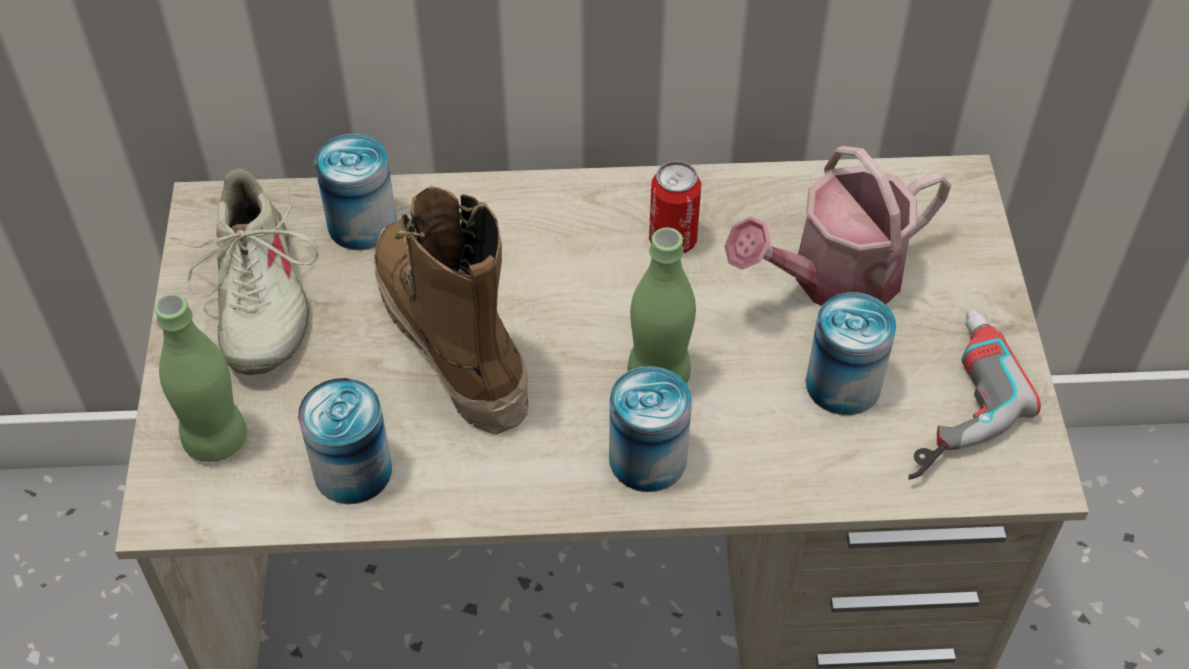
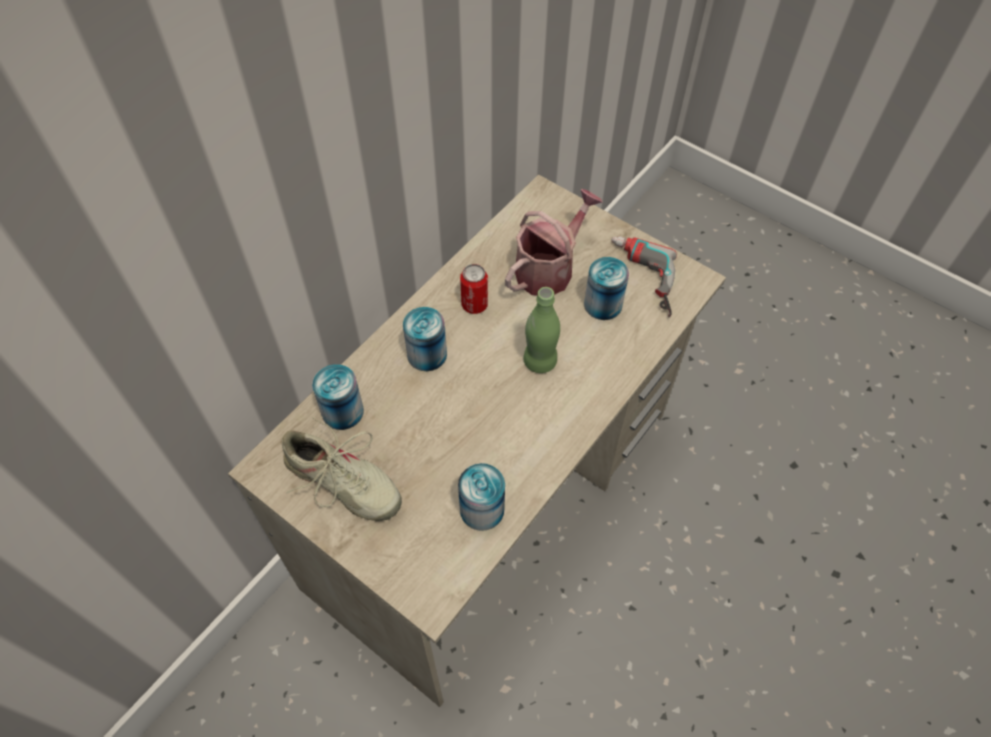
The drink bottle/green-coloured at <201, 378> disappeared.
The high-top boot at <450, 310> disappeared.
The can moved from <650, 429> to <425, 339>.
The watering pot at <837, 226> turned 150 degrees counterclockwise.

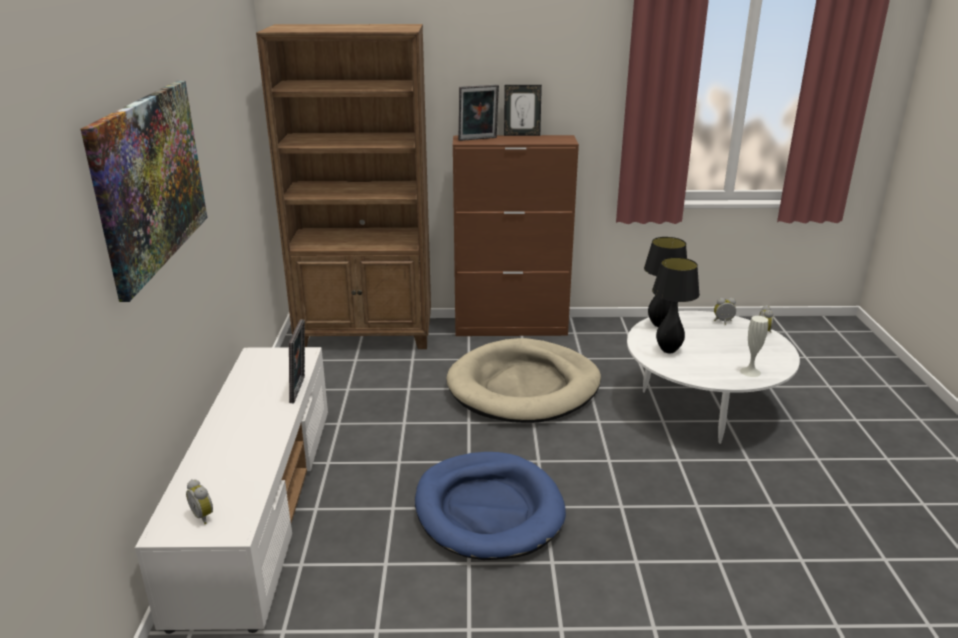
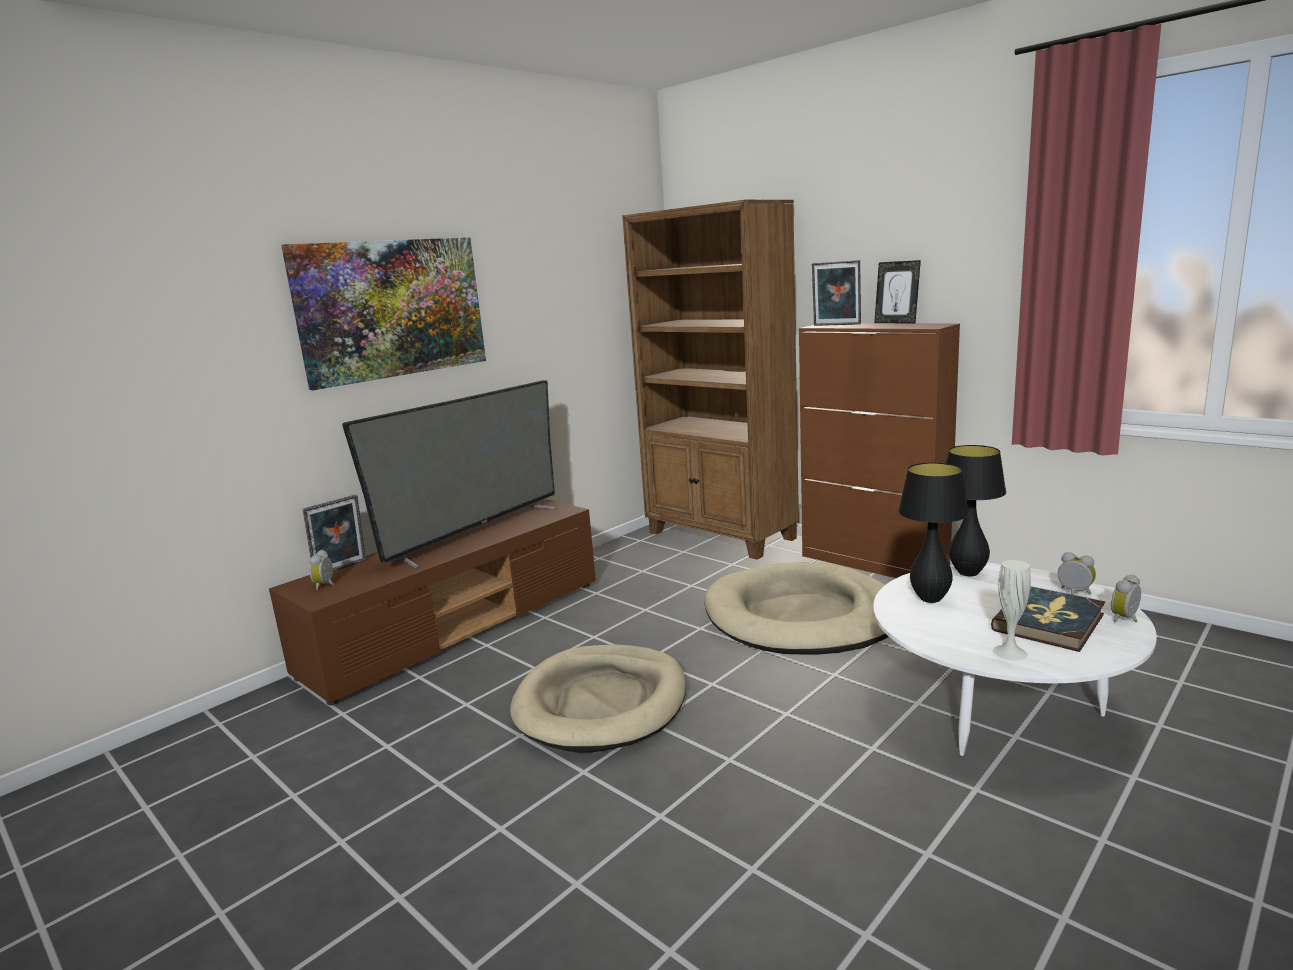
The television at <449, 474> appeared.
The bound book at <1048, 619> appeared.
The standing frame moved from <297, 361> to <334, 533>.
The tv stand/white-coloured at <231, 490> became the tv stand/brown-coloured at <432, 602>.
The dog cushion/blue-coloured at <490, 506> became the dog cushion/beige-coloured at <598, 698>.

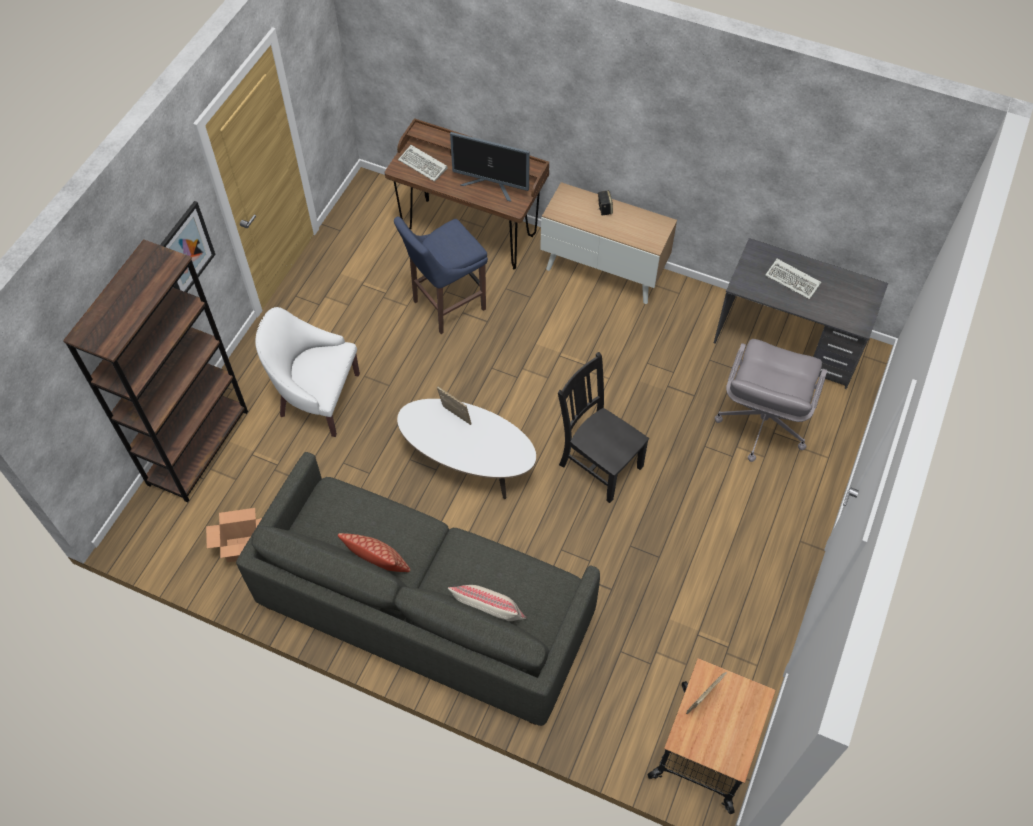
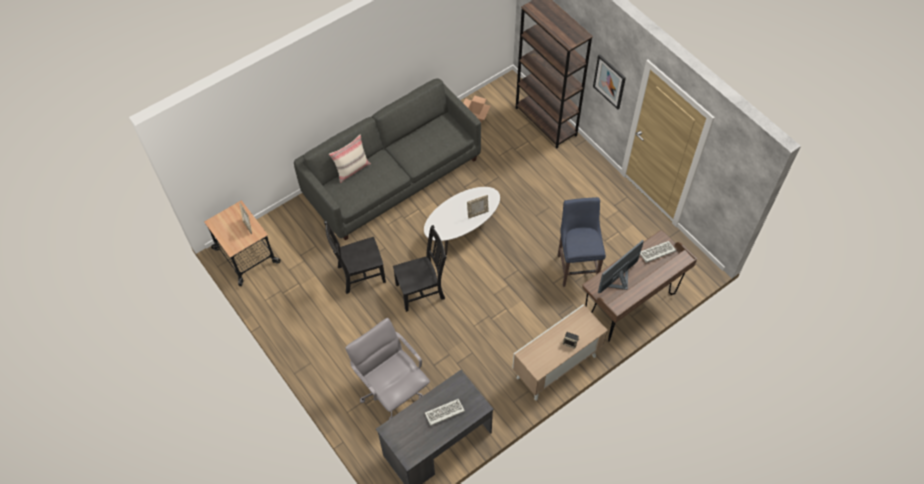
The lounge chair/white-coloured at <307, 372> disappeared.
The cushion at <374, 552> disappeared.
The chair/black at <355, 257> appeared.

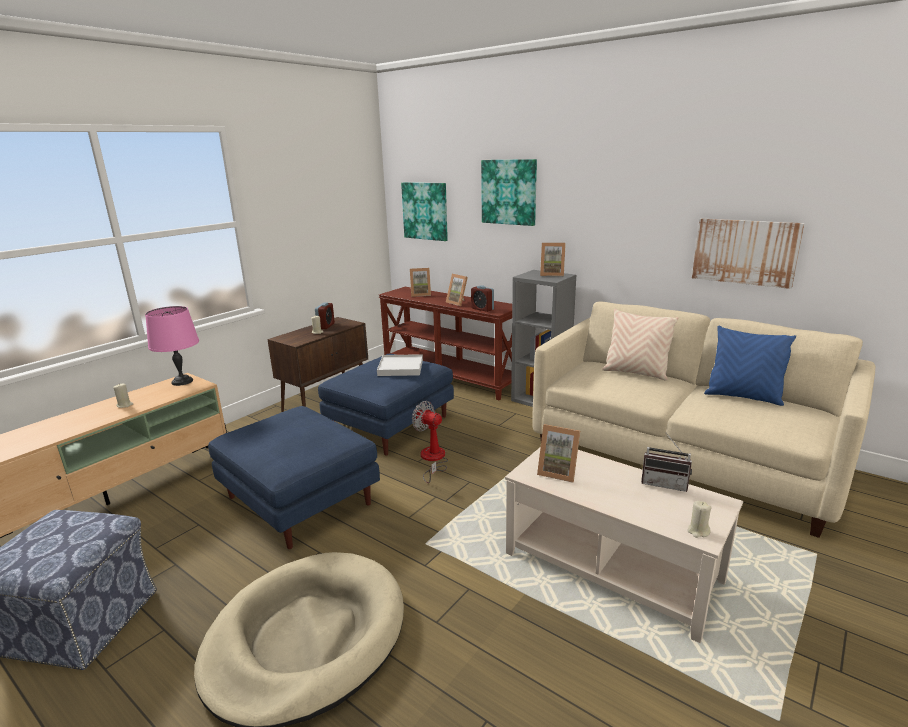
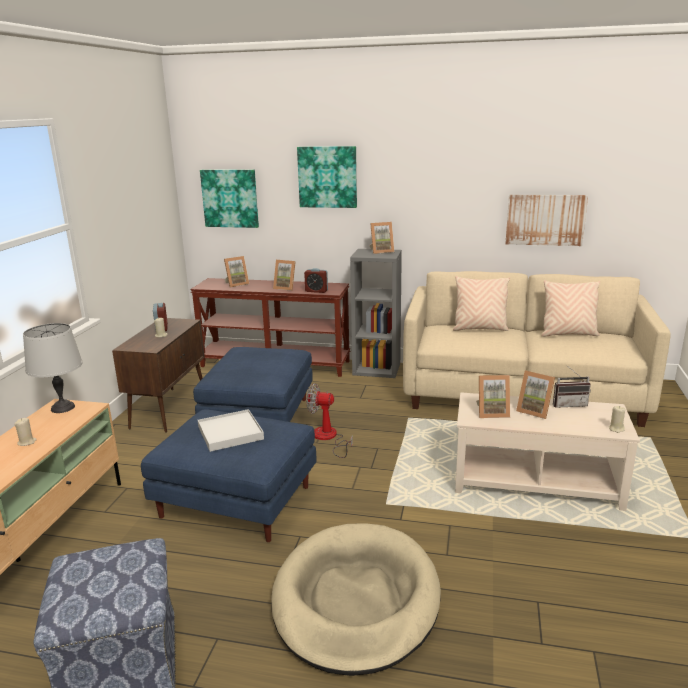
The standing frame at <535, 394> appeared.
The serving tray/white-coloured moved from <400, 365> to <231, 430>.
The tabletop lamp/pink-coloured at <172, 346> became the tabletop lamp/greyish at <53, 368>.
The cushion/blue-coloured at <750, 366> became the cushion/beige-coloured at <571, 308>.

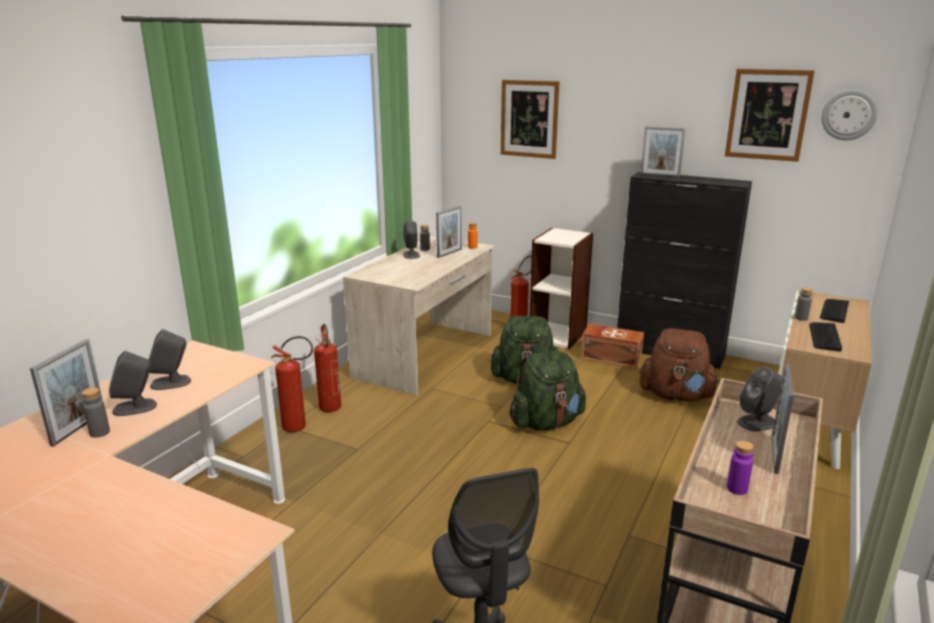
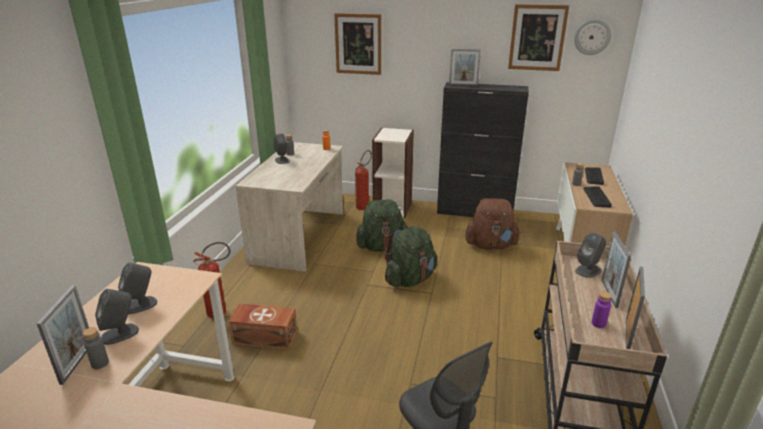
The fire extinguisher at <327, 368> disappeared.
The standing frame moved from <449, 232> to <635, 307>.
The storage bin/brown-coloured moved from <612, 346> to <262, 326>.

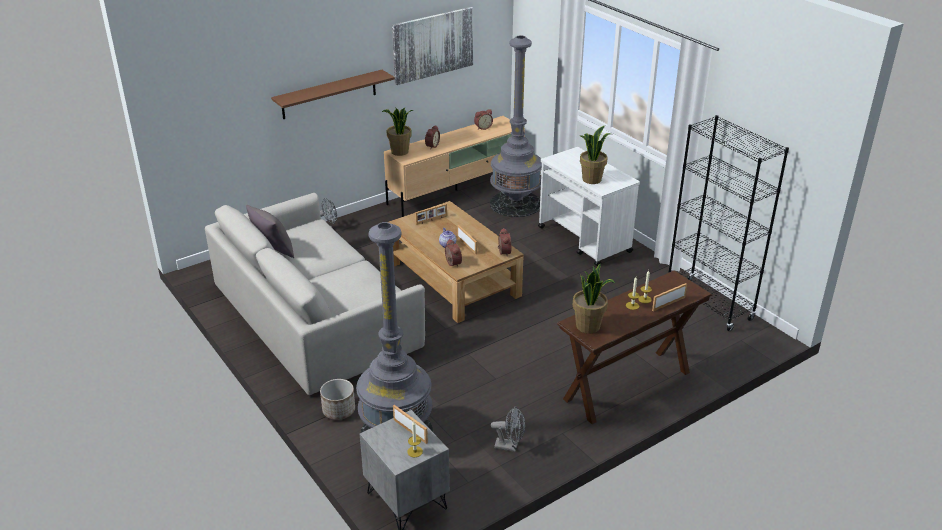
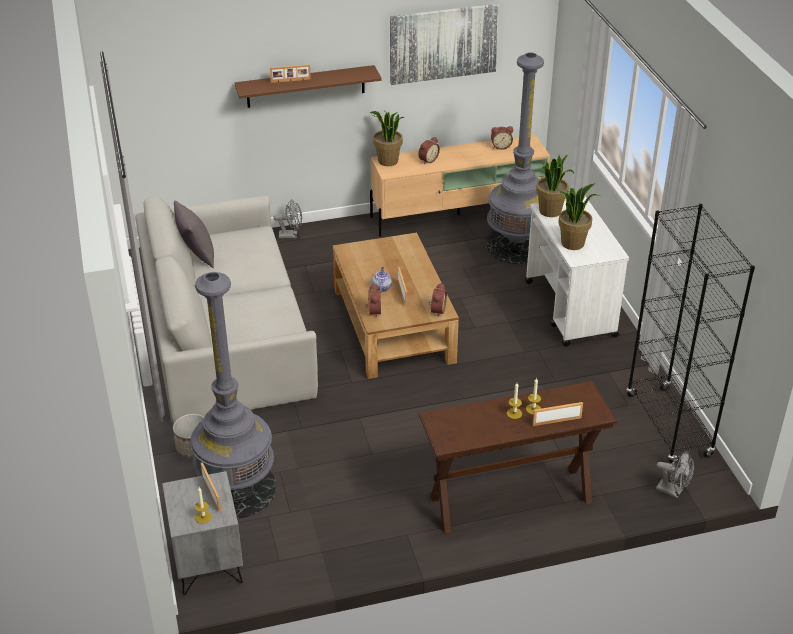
The standing frame moved from <431, 214> to <290, 73>.
The electric fan/greyish moved from <508, 429> to <675, 475>.
The houseplant moved from <594, 299> to <555, 186>.

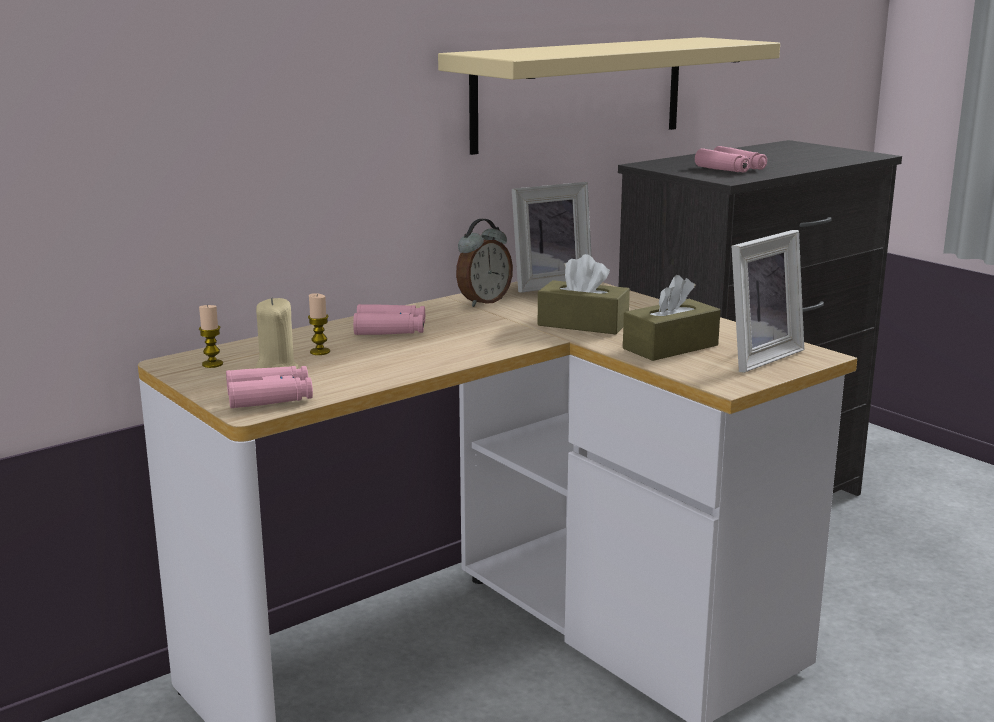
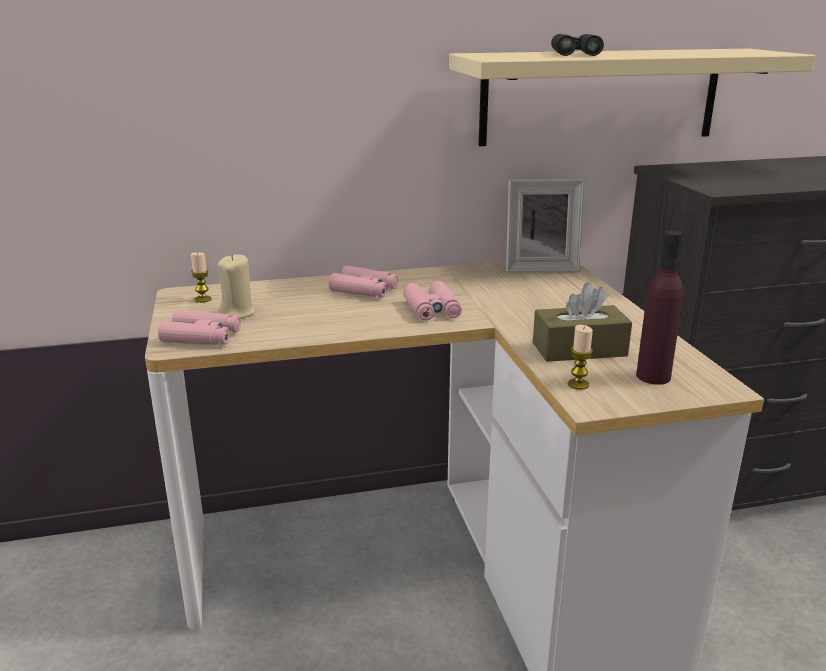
The table clock at <484, 263> disappeared.
The box of tissues/brown-coloured at <584, 294> disappeared.
The field glasses/black at <577, 45> appeared.
The wax candle moved from <319, 324> to <580, 357>.
The field glasses/pink-coloured moved from <731, 159> to <432, 301>.
The standing frame at <768, 301> was replaced by the drink bottle/purple at <660, 308>.

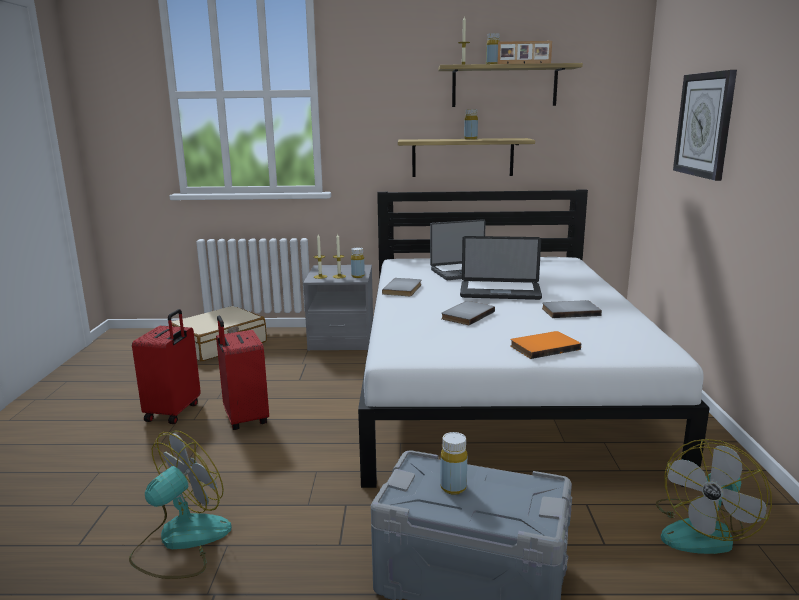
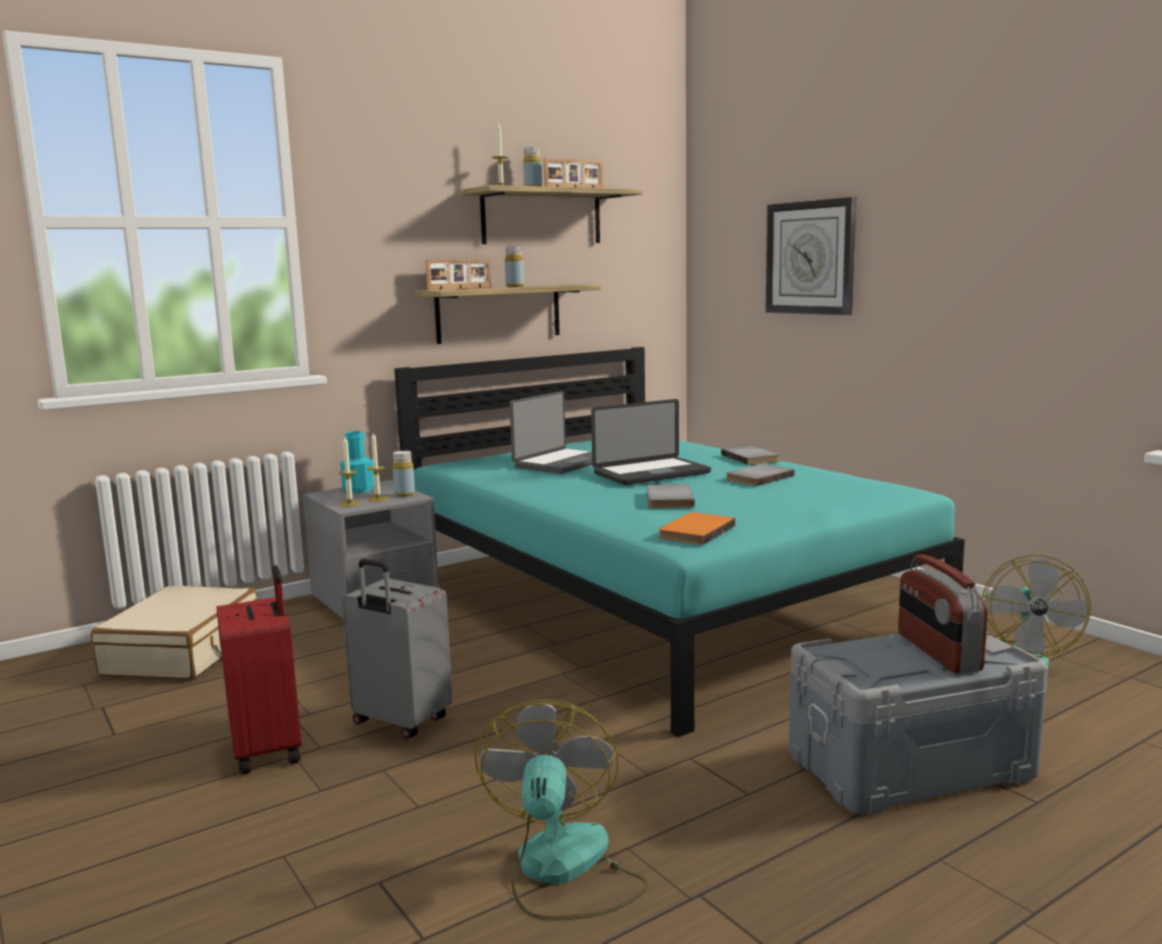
The drink bottle/yellow at <453, 463> disappeared.
The drink bottle/blue-green at <357, 462> appeared.
The standing frame at <458, 274> appeared.
The radio at <943, 613> appeared.
The bound book/greyish moved from <401, 287> to <750, 455>.
The bound book/orangey moved from <545, 345> to <697, 528>.
The piece of luggage/red at <242, 373> became the piece of luggage/greyish at <397, 648>.
The bed/white-coloured at <534, 339> became the bed/blue-green at <679, 542>.

